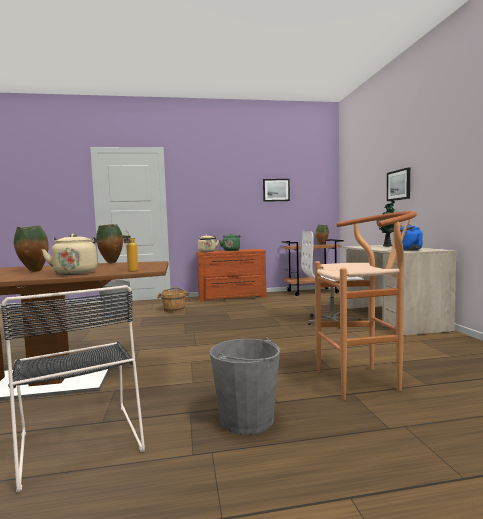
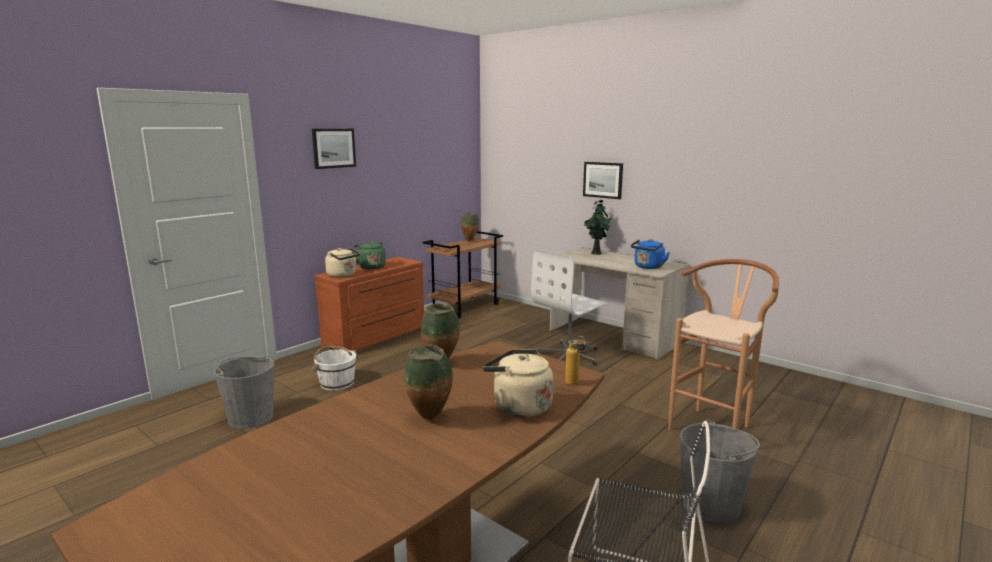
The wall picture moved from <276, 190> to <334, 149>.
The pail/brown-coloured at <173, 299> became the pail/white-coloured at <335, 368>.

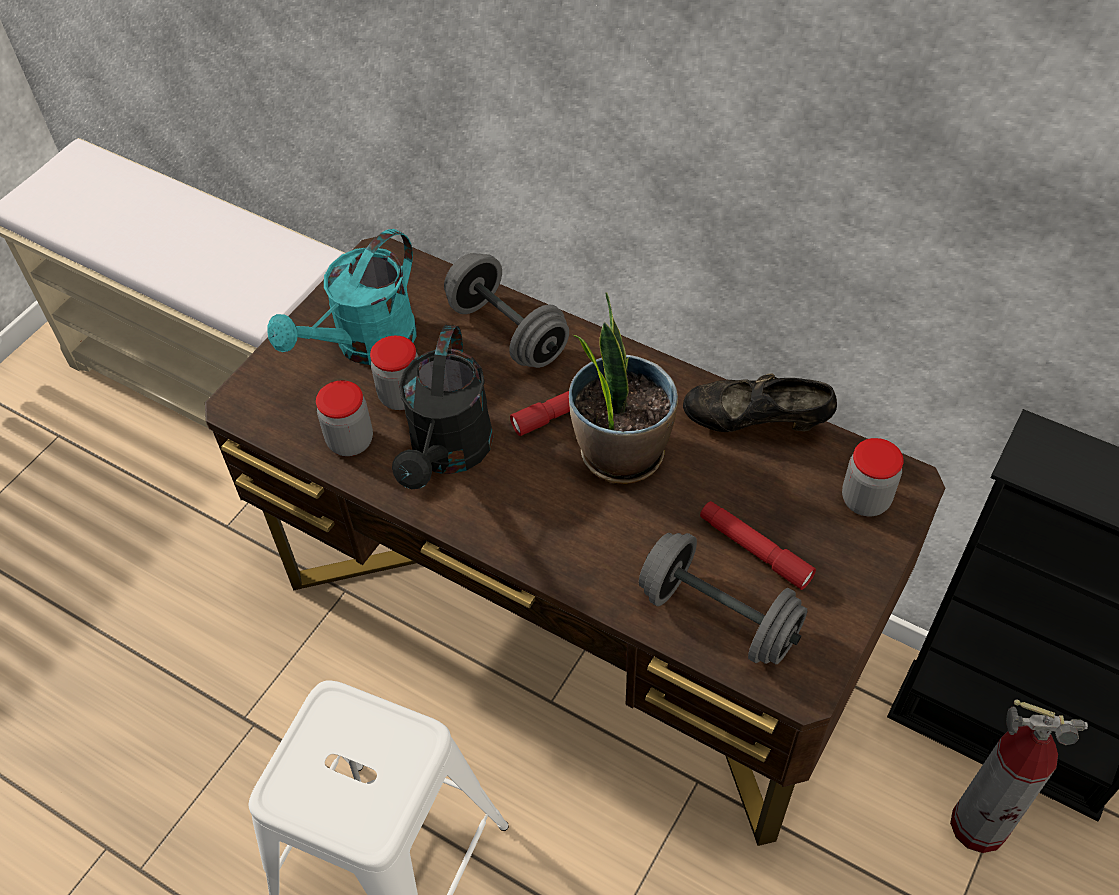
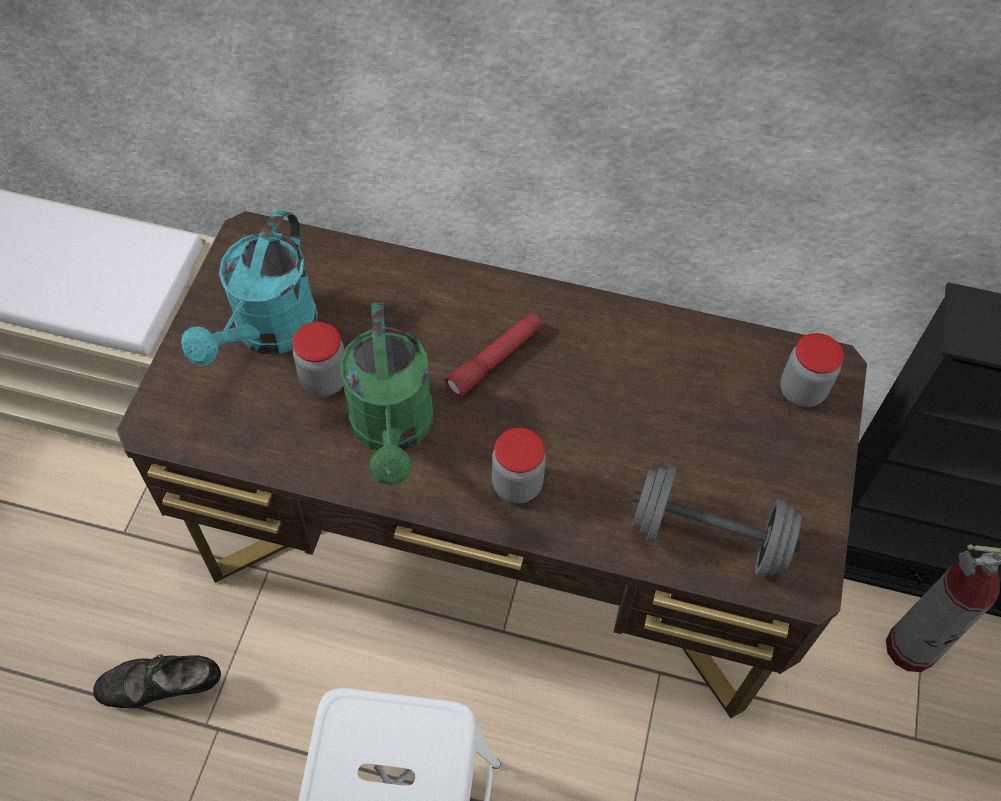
The dumbbell/greyish at <506, 310> disappeared.
The houseplant at <623, 388> disappeared.
The torch/red at <758, 545> disappeared.
The preserve jar moved from <344, 418> to <519, 466>.
The low shoe/black moved from <760, 402> to <157, 681>.
The watering pot/black at <442, 407> became the watering pot/green-coloured at <387, 394>.

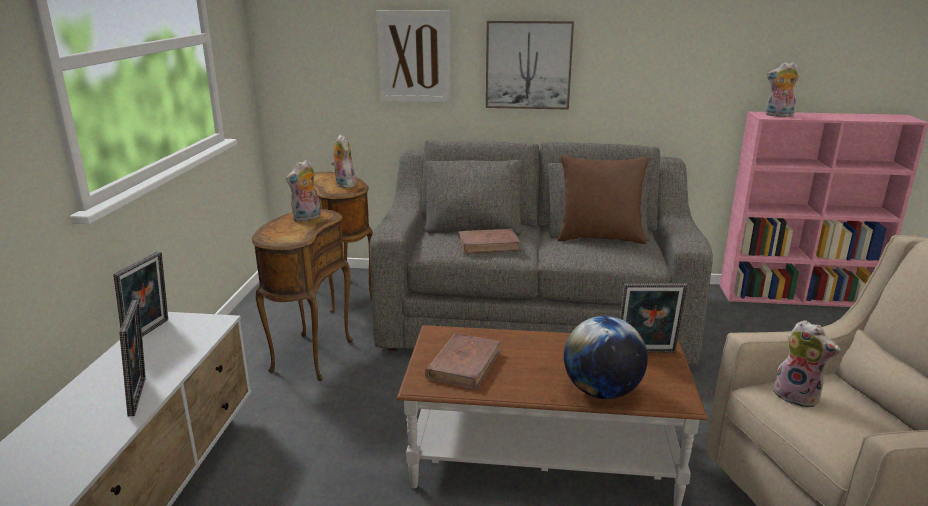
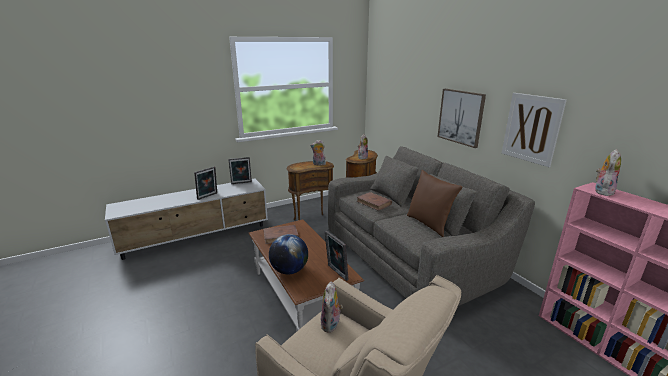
The wall picture moved from <413, 56> to <534, 130>.
The plush toy at <782, 89> turned 60 degrees clockwise.

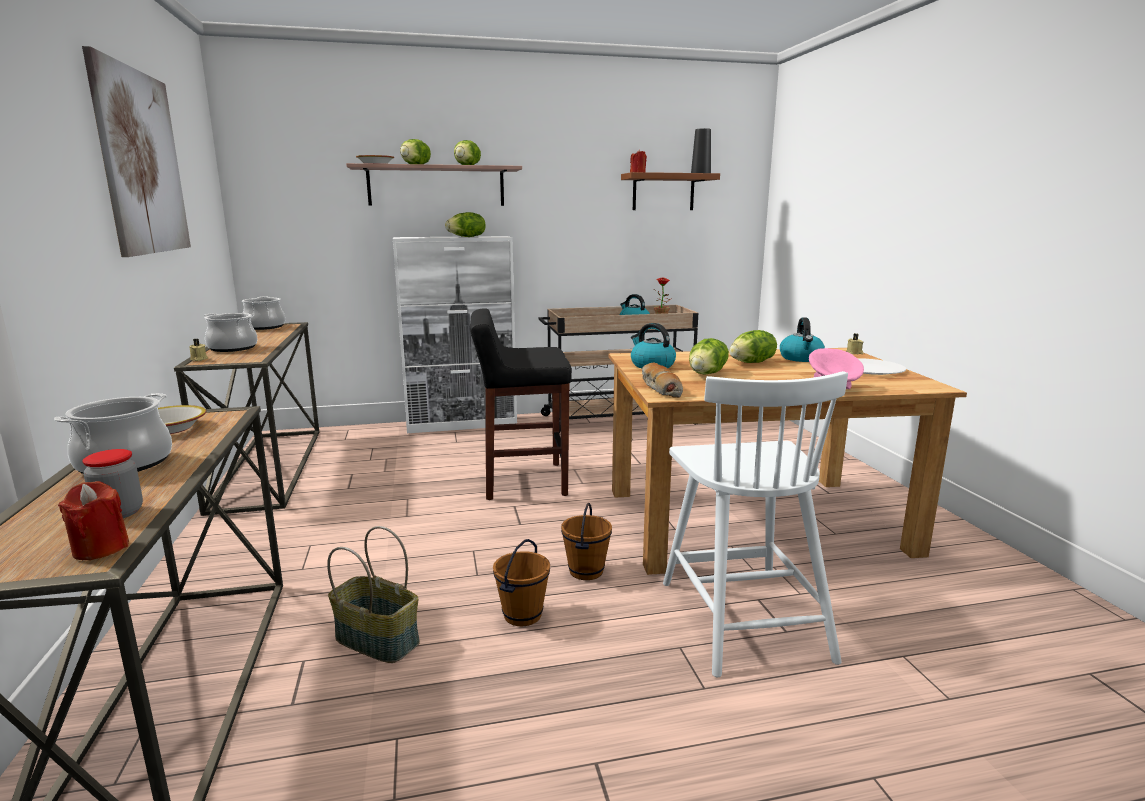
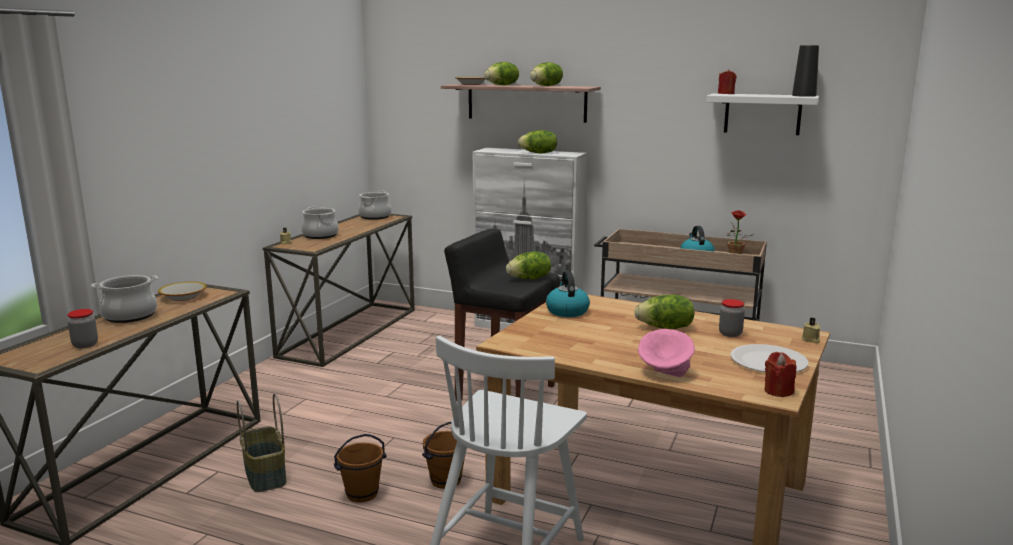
The wall picture at <136, 151> disappeared.
The baked bread at <662, 380> disappeared.
The wax candle/red moved from <93, 520> to <780, 374>.
The lettuce moved from <709, 356> to <528, 265>.
The tea kettle at <802, 339> was replaced by the preserve jar at <732, 318>.
The bracket shelf/brown-coloured at <670, 191> became the bracket shelf/white-coloured at <762, 114>.

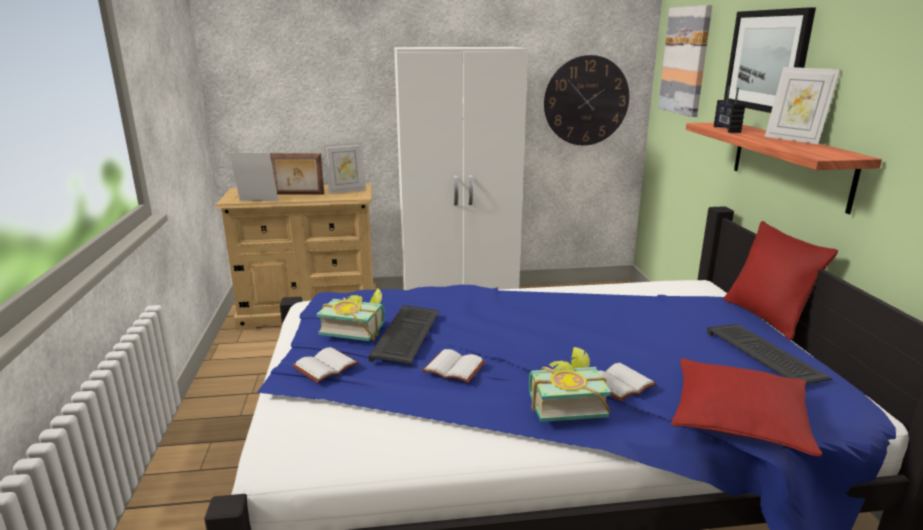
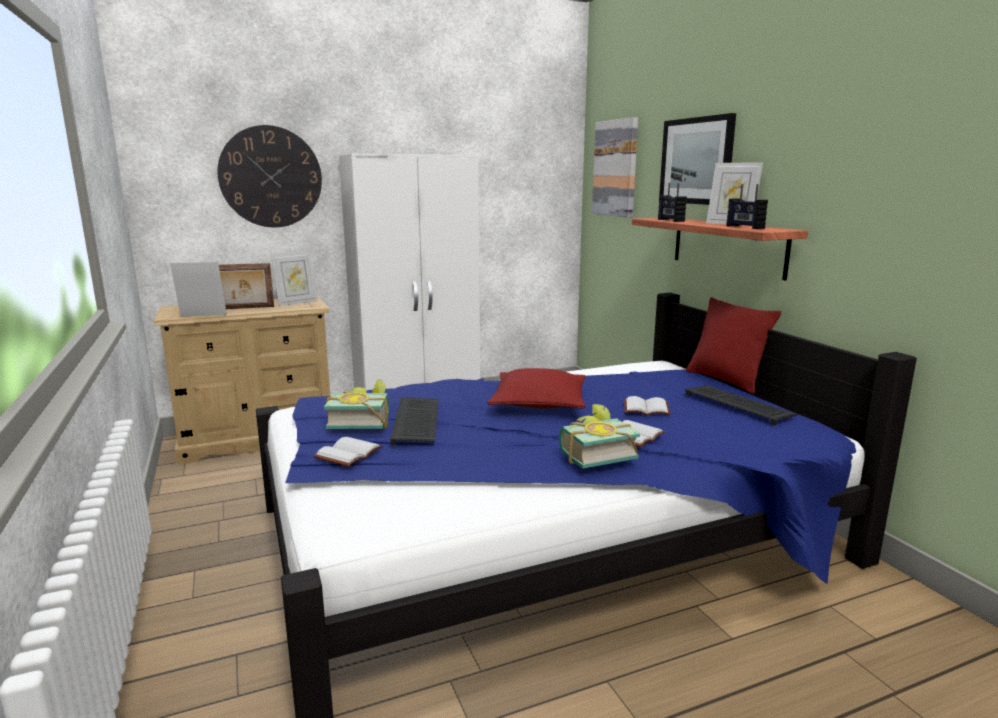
The radio at <747, 206> appeared.
The bound book/white-coloured moved from <454, 366> to <647, 405>.
The clock on the wall moved from <586, 100> to <270, 176>.
The cushion/red moved from <746, 408> to <537, 388>.

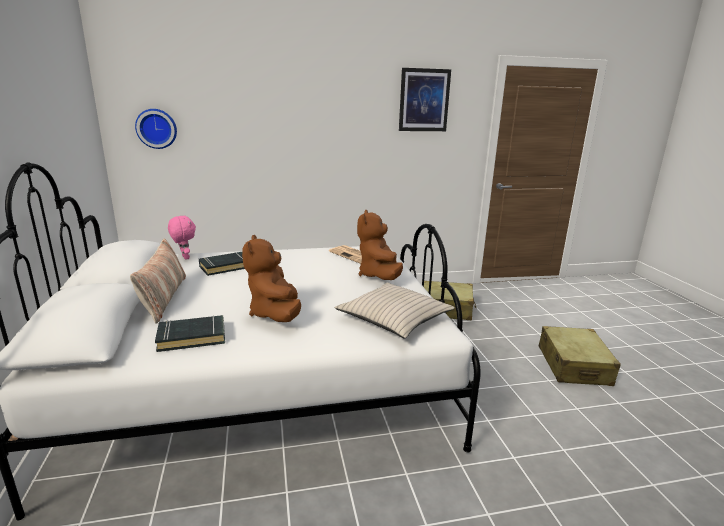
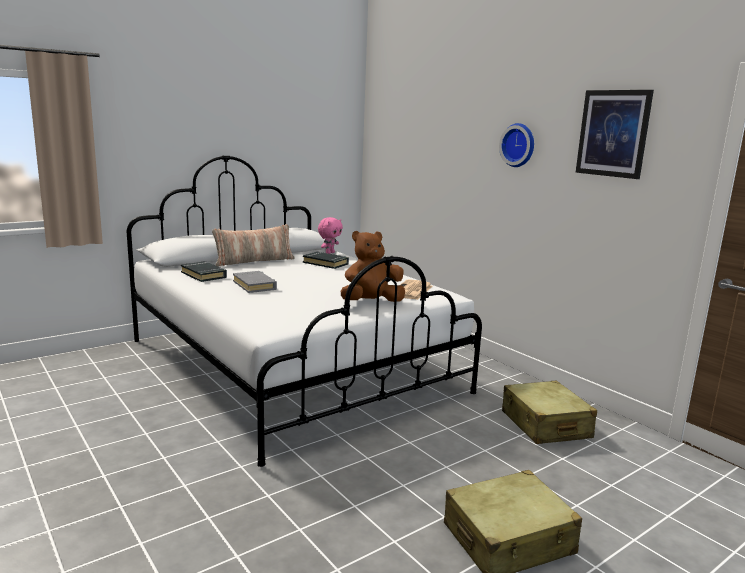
The cushion/beige-coloured at <395, 311> disappeared.
The clock on the wall moved from <156, 129> to <516, 145>.
The plush toy/brown-coloured at <271, 278> was replaced by the bound book/greyish at <255, 282>.

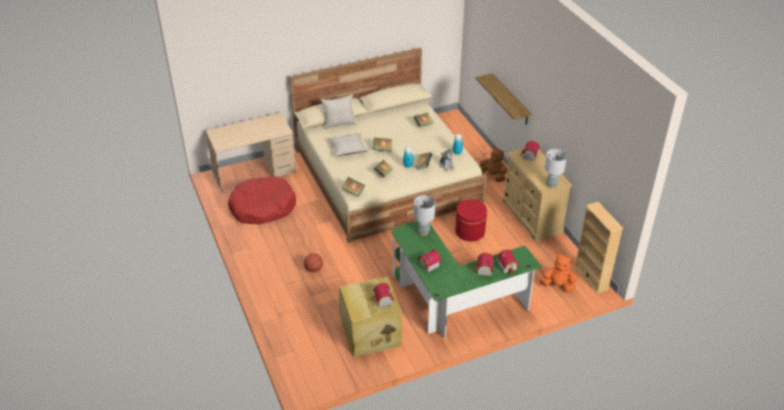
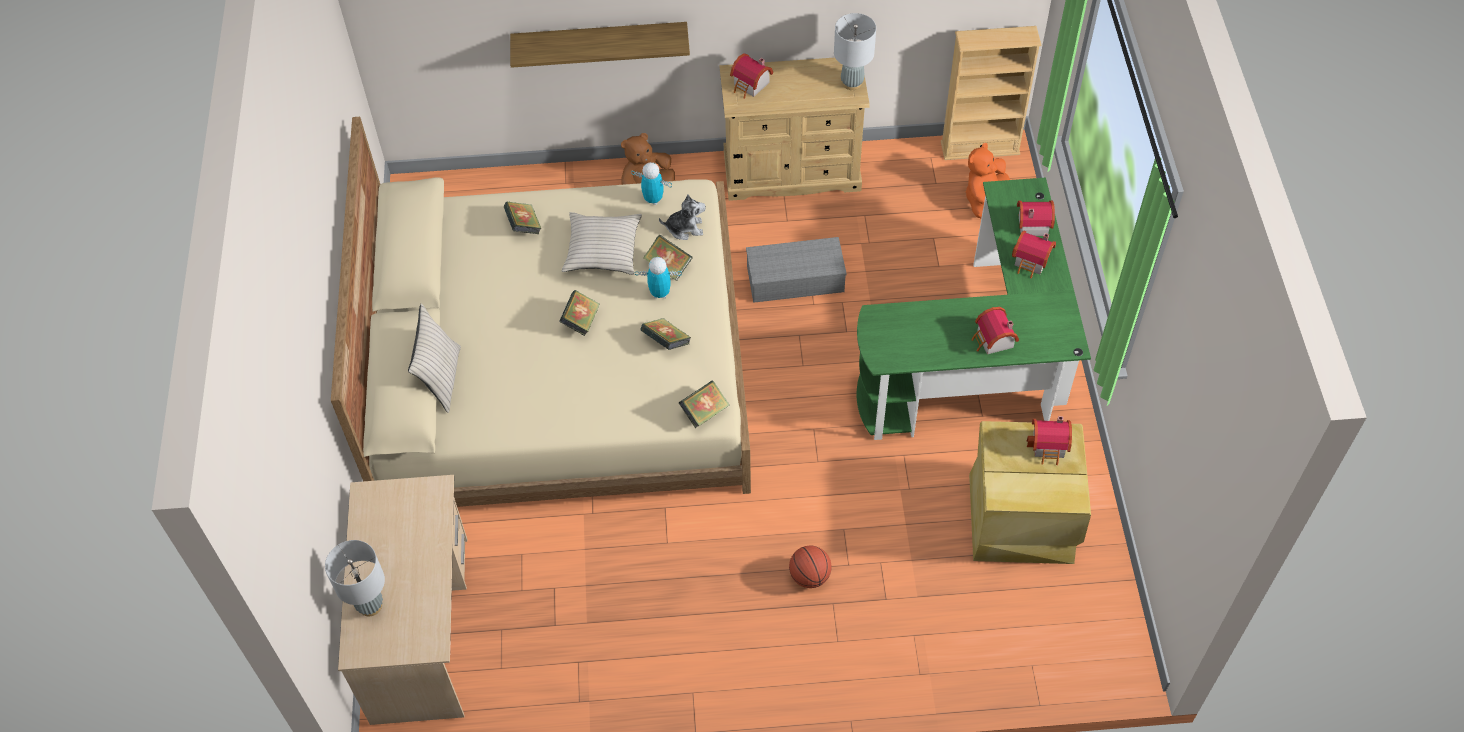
The dog cushion/red at <262, 200> disappeared.
The cushion/beige-coloured moved from <348, 145> to <602, 243>.
The tabletop lamp/greyish moved from <424, 215> to <355, 578>.
The footrest/red at <471, 220> was replaced by the storage bin/greyish at <796, 270>.

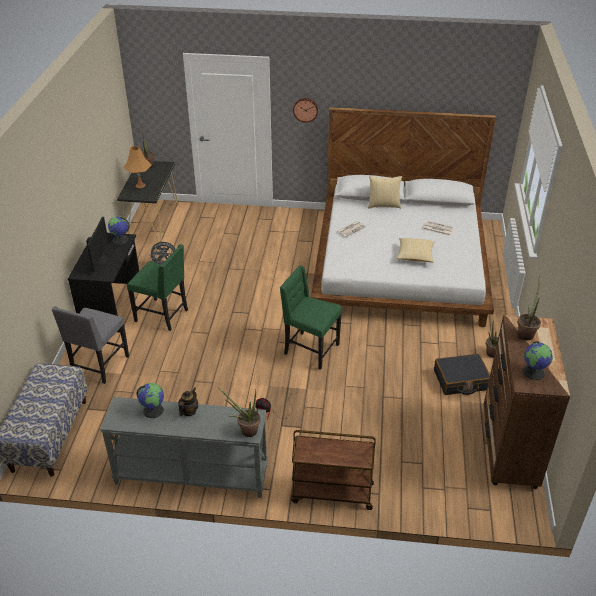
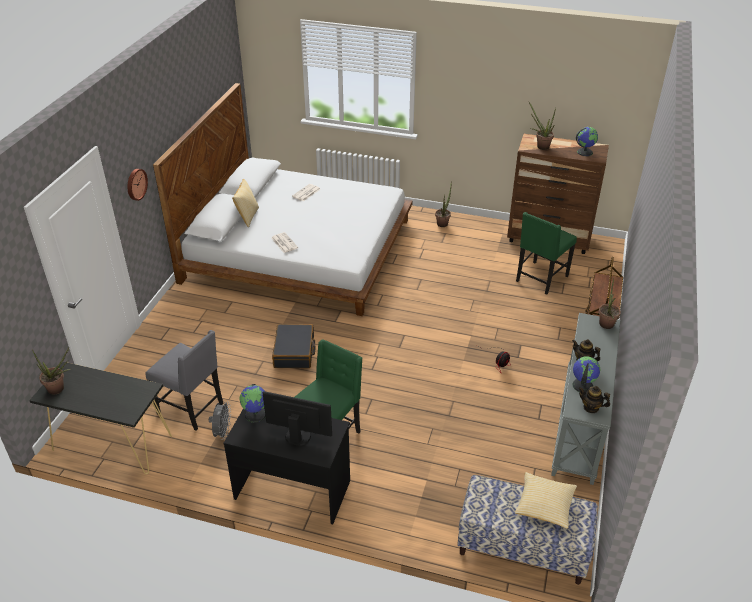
The tabletop lamp/orangey at <137, 167> disappeared.
The pot for tea at <594, 399> appeared.
The chair/greyish moved from <90, 345> to <184, 380>.
The chair/green-coloured moved from <311, 318> to <546, 253>.
The cushion moved from <416, 250> to <546, 500>.
The piece of luggage/black moved from <462, 374> to <293, 346>.

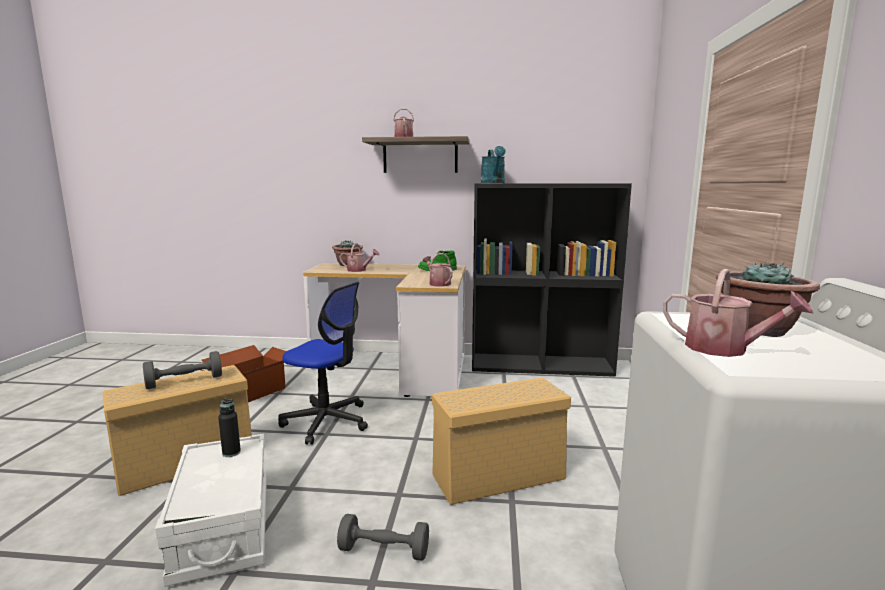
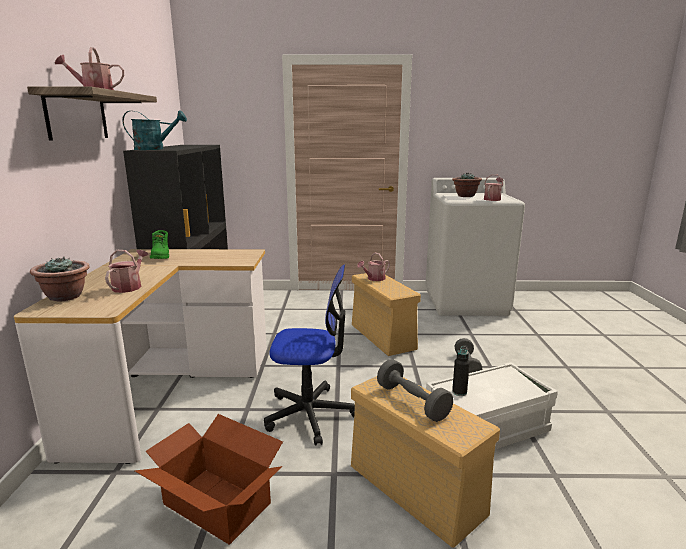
The watering pot moved from <438, 270> to <373, 267>.
The desk chair at <323, 363> turned 75 degrees clockwise.

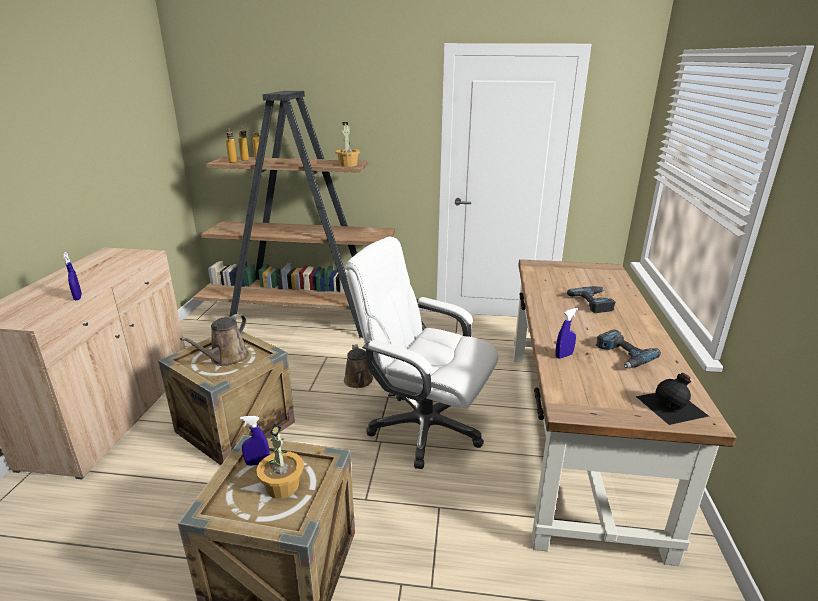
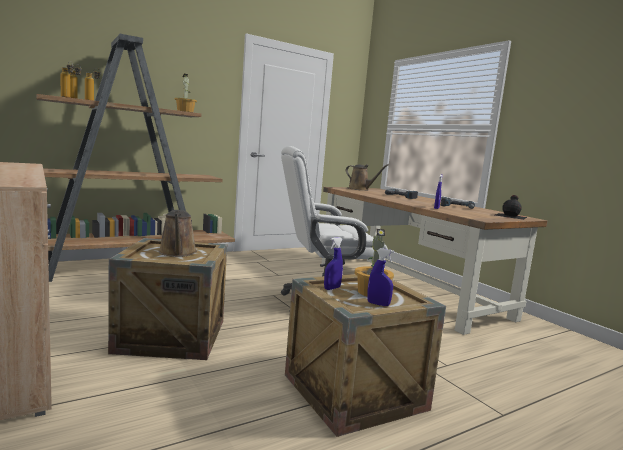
The spray bottle/blue-coloured moved from <72, 276> to <380, 277>.
The watering pot/brown-coloured moved from <358, 366> to <367, 177>.

